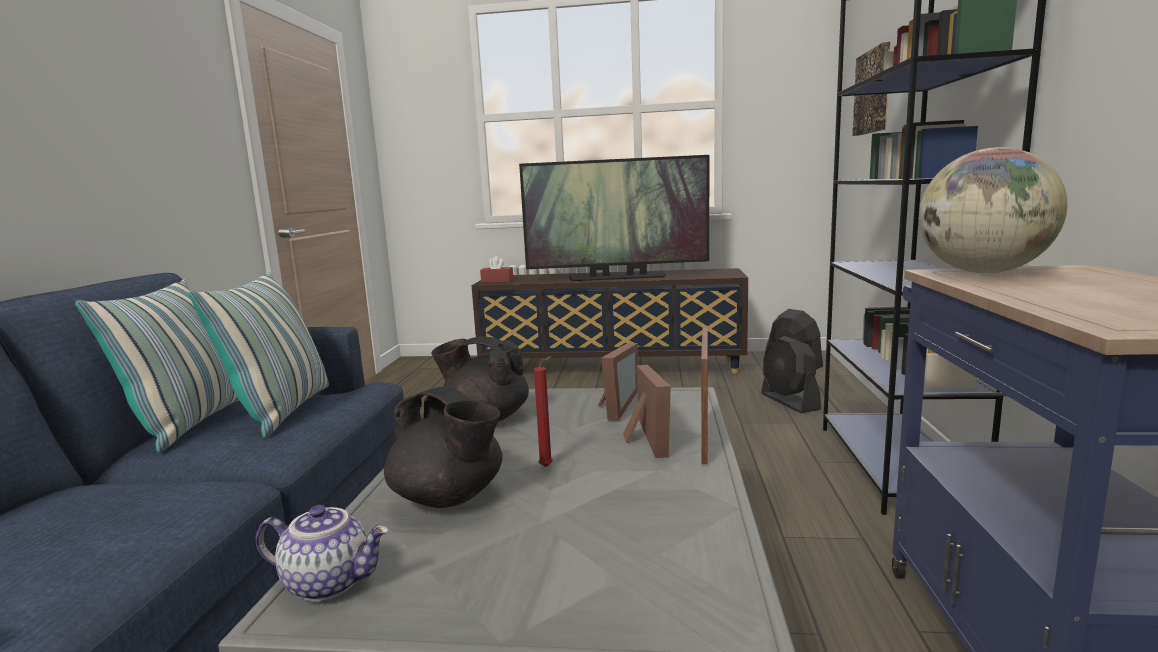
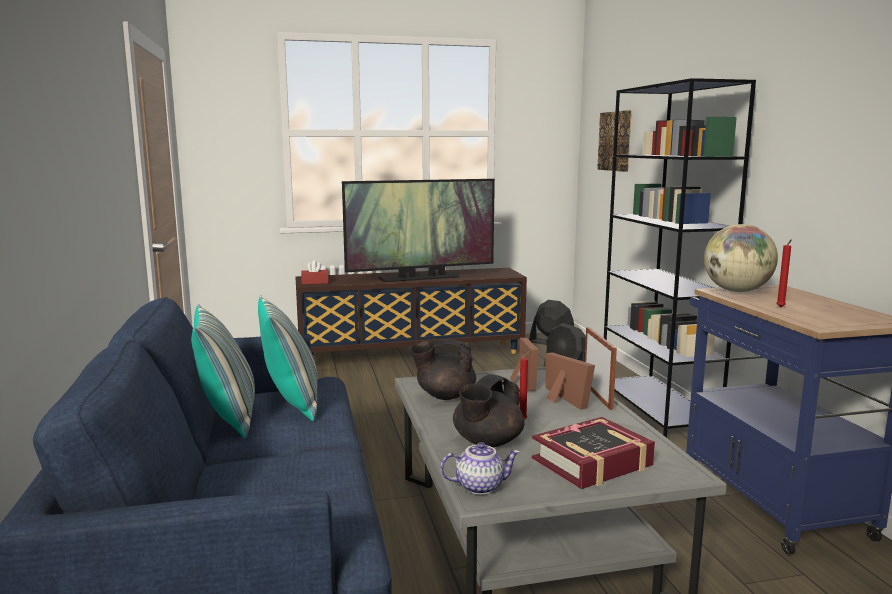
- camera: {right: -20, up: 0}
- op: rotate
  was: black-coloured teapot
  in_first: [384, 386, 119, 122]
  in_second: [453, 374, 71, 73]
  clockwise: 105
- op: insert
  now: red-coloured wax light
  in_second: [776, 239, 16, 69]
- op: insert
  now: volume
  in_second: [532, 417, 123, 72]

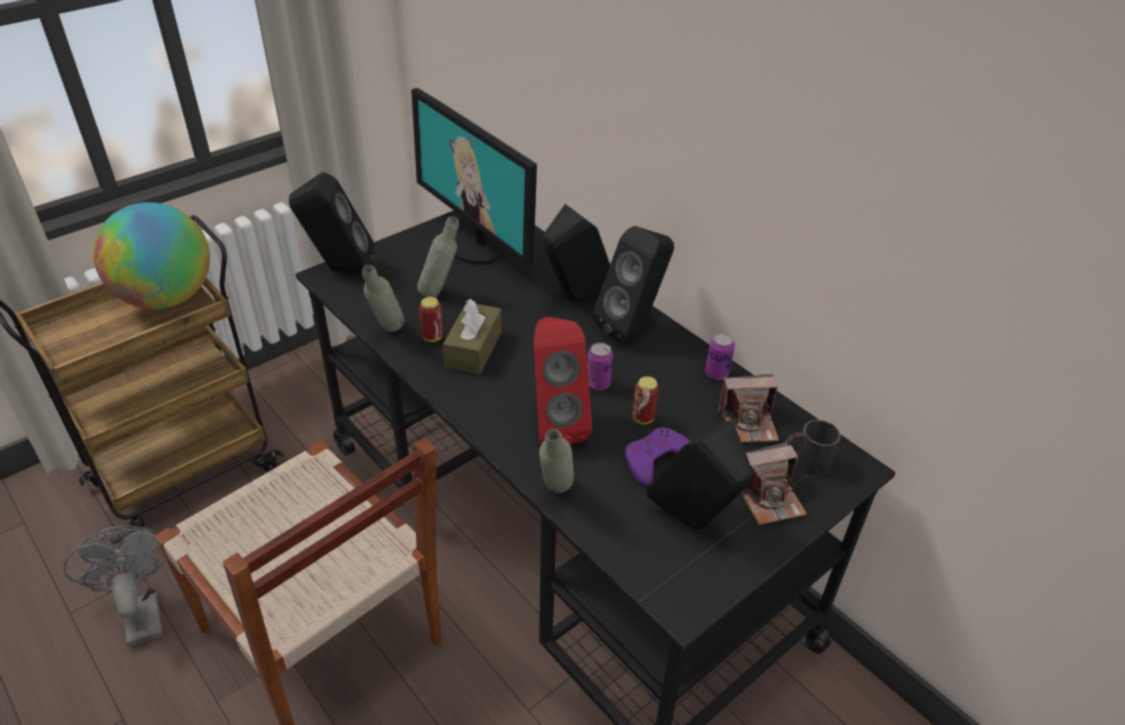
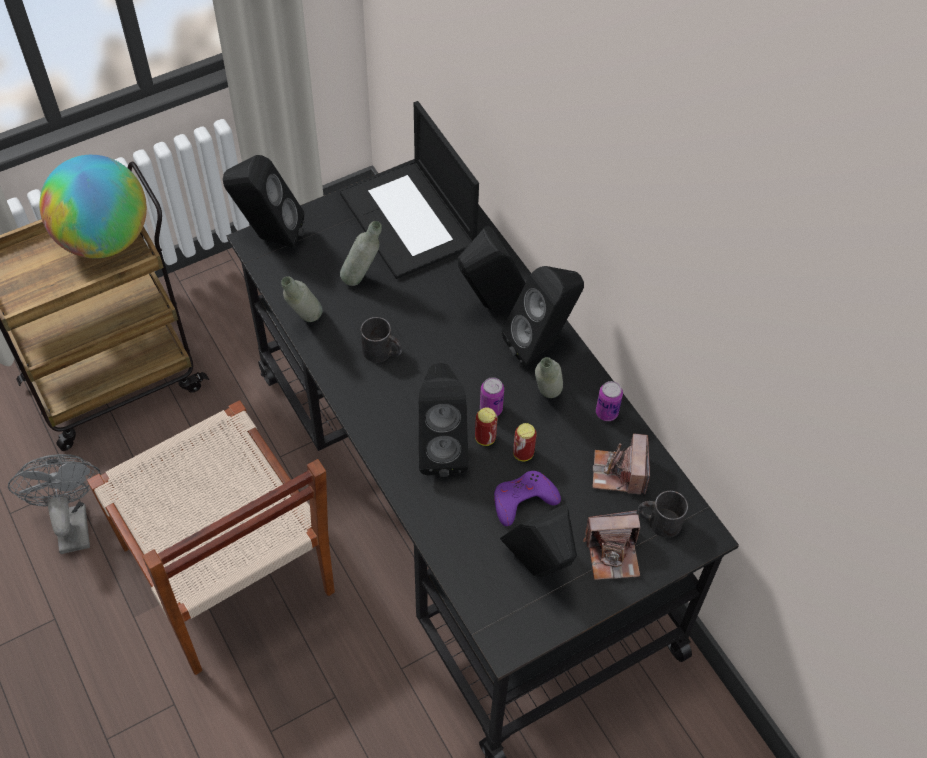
- camera: {right: 10, up: 15}
- op: replace
  was: computer screen
  now: portable computer
  in_first: [411, 88, 126, 178]
  in_second: [340, 101, 139, 178]
- op: move
  was: can
  in_first: [419, 297, 24, 45]
  in_second: [475, 407, 22, 39]
- op: replace
  was: brown box of tissues
  now: black-coloured mug
  in_first: [443, 299, 59, 75]
  in_second: [361, 317, 41, 45]
- op: recolor
  was: red-coloured audio speaker
  now: black-coloured audio speaker
  in_first: [534, 317, 58, 127]
  in_second: [419, 363, 50, 114]
- op: rotate
  was: still camera
  in_first: [717, 374, 62, 69]
  in_second: [593, 434, 57, 61]
  clockwise: 90
- op: move
  was: grey bottle
  in_first: [539, 429, 35, 64]
  in_second: [535, 357, 28, 41]

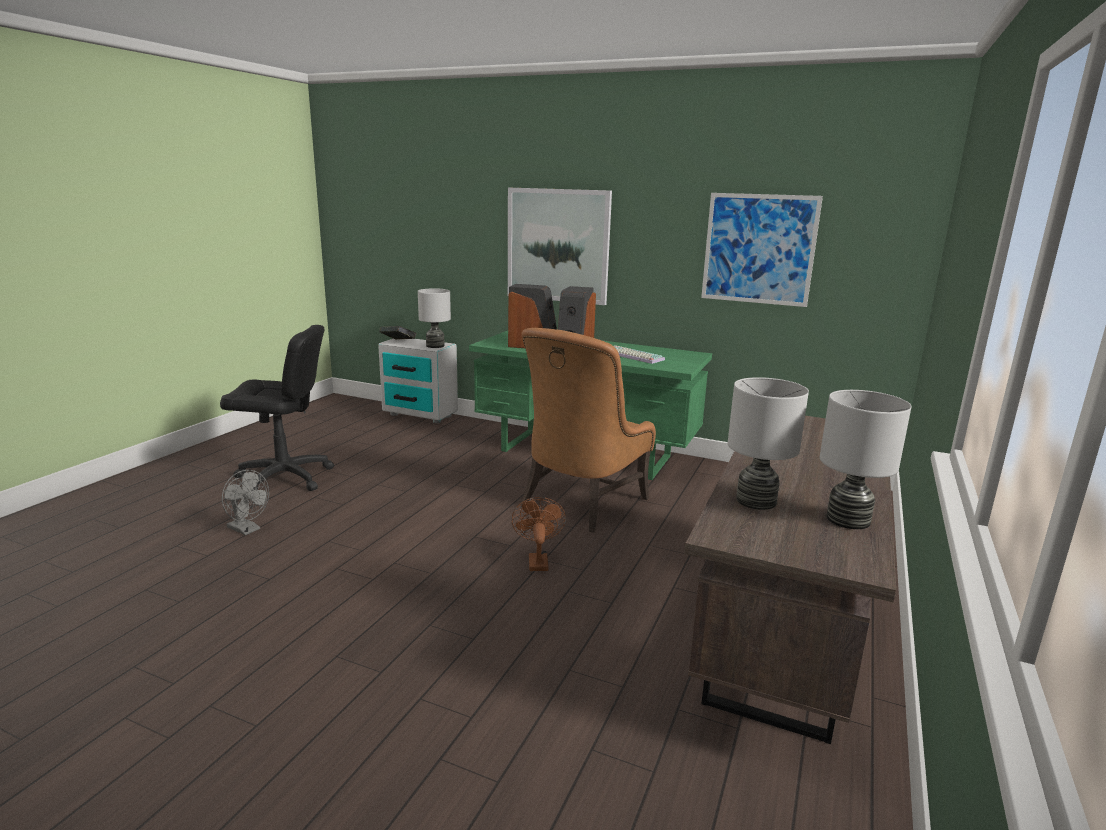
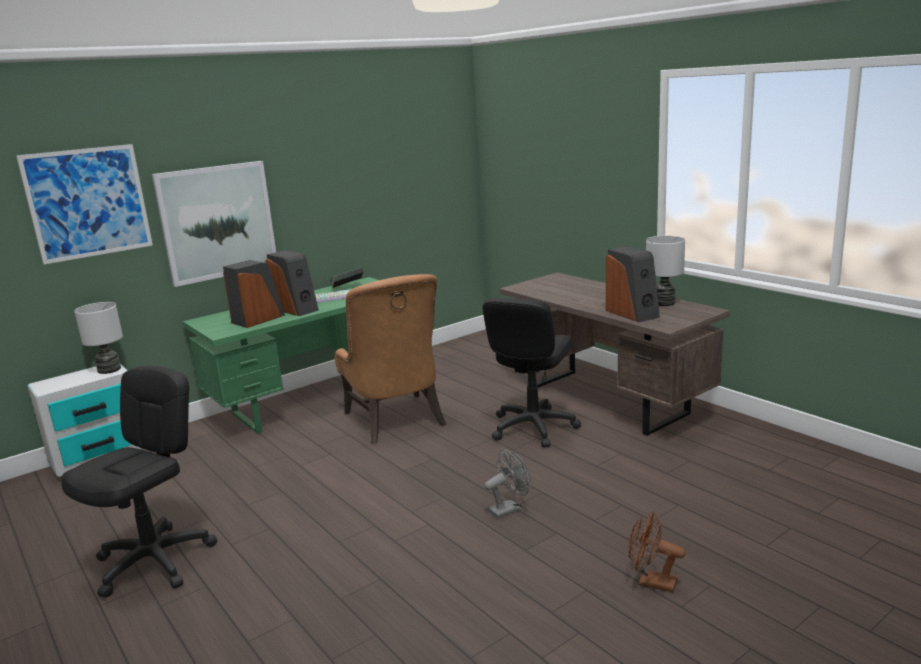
- camera: {right: -60, up: 0}
- op: move
  was: wall picture
  in_first: [701, 193, 122, 114]
  in_second: [16, 144, 137, 120]
- op: move
  was: volume
  in_first: [379, 326, 37, 14]
  in_second: [330, 268, 33, 20]
- op: replace
  was: grey tabletop lamp
  now: audio speaker
  in_first: [728, 377, 81, 133]
  in_second: [606, 246, 54, 76]
- op: move
  was: grey cooling fan
  in_first: [222, 470, 47, 65]
  in_second: [484, 449, 46, 69]
- op: move
  was: brown cooling fan
  in_first: [511, 497, 55, 74]
  in_second: [628, 511, 58, 81]
- op: insert
  now: black-coloured computer chair
  in_second: [482, 298, 99, 150]

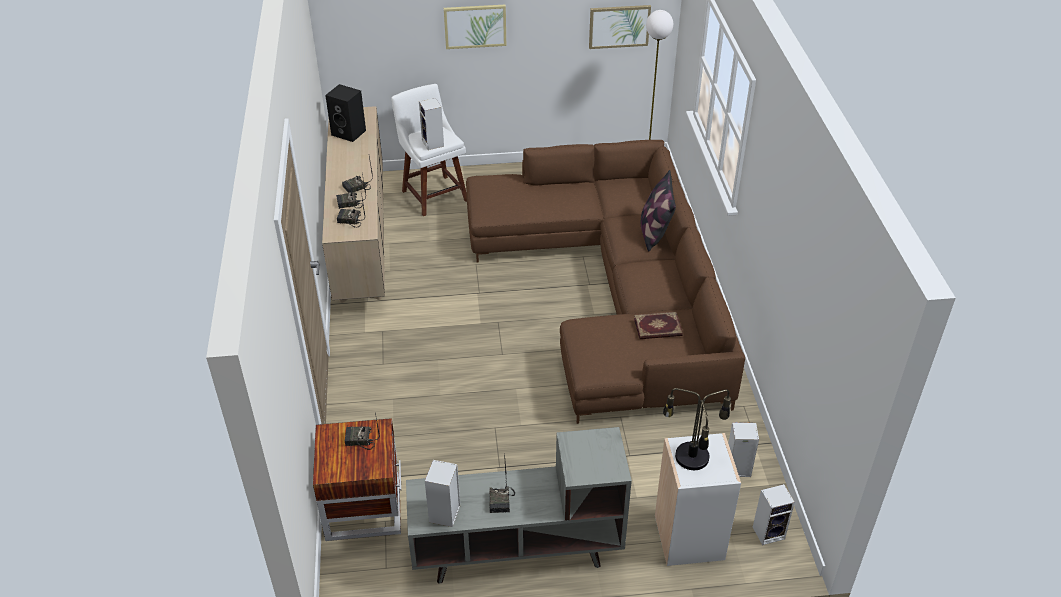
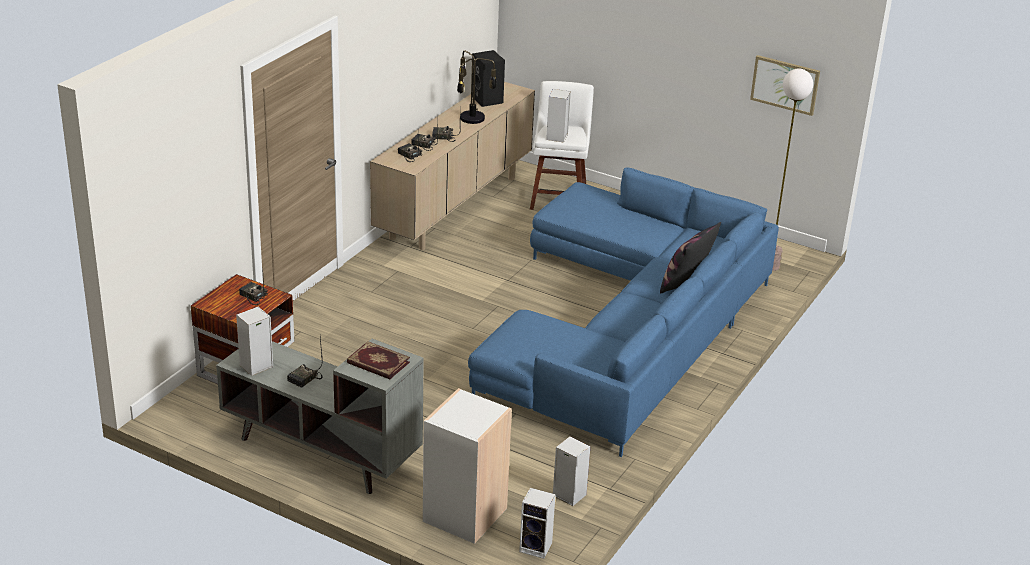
- camera: {right: 35, up: -10}
- op: delete
  was: wall picture
  in_first: [444, 5, 62, 44]
- op: recolor
  was: brown settee
  now: blue-coloured settee
  in_first: [466, 140, 279, 284]
  in_second: [468, 167, 311, 290]
- op: move
  was: volume
  in_first: [634, 312, 49, 27]
  in_second: [347, 341, 63, 38]
- op: move
  was: tabletop lamp
  in_first: [663, 388, 68, 82]
  in_second: [457, 50, 39, 74]

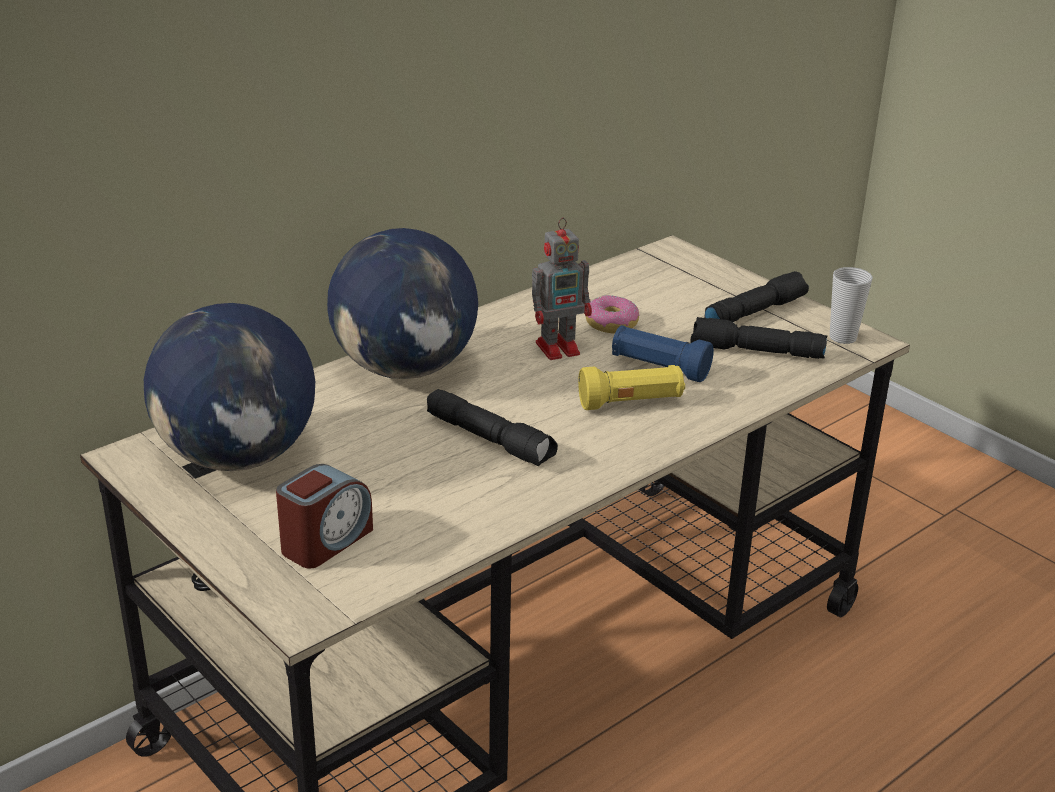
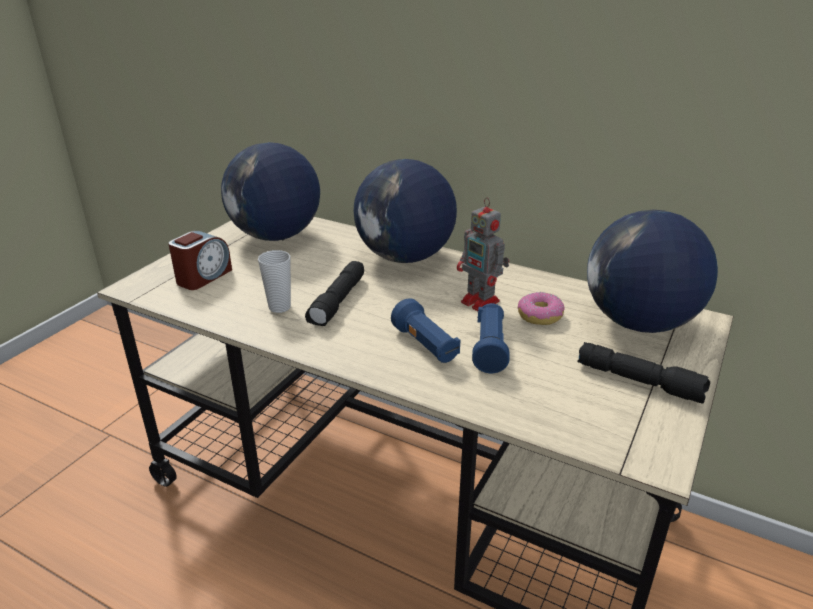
- camera: {right: 70, up: 0}
- op: move
  was: cup
  in_first: [830, 267, 43, 77]
  in_second: [258, 250, 33, 63]
- op: delete
  was: black-coloured flashlight
  in_first: [690, 317, 137, 42]
- op: recolor
  was: yellow-coloured flashlight
  now: blue-coloured flashlight
  in_first: [578, 365, 107, 45]
  in_second: [391, 298, 69, 65]
- op: rotate
  was: table clock
  in_first: [276, 464, 97, 104]
  in_second: [168, 231, 64, 59]
  clockwise: -75
- op: insert
  now: desk globe
  in_second: [587, 210, 131, 123]

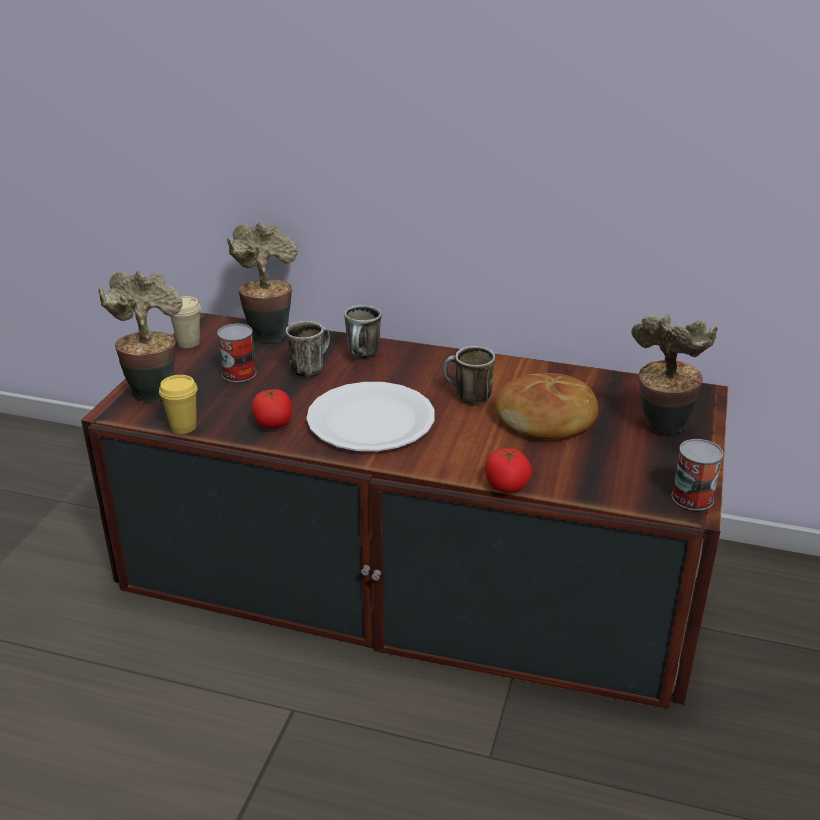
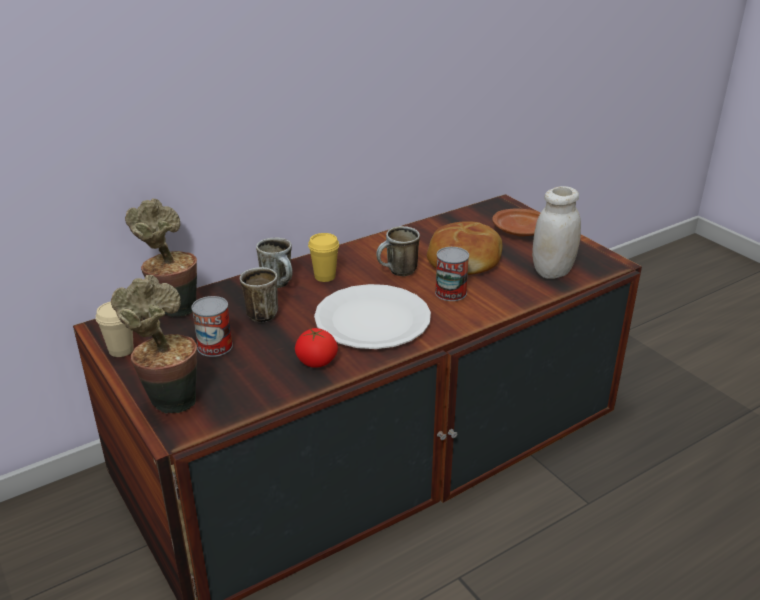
- camera: {right: -50, up: 0}
- op: replace
  was: plant in a pot
  now: brown dinner plate
  in_first: [631, 314, 87, 120]
  in_second: [492, 209, 49, 27]
- op: move
  was: yellow-coloured cup
  in_first: [159, 375, 39, 59]
  in_second: [308, 233, 31, 49]
- op: move
  was: can
  in_first: [672, 439, 51, 72]
  in_second: [435, 247, 34, 54]
- op: delete
  was: tomato
  in_first: [485, 448, 47, 45]
- op: insert
  now: white jar
  in_second: [532, 186, 49, 93]

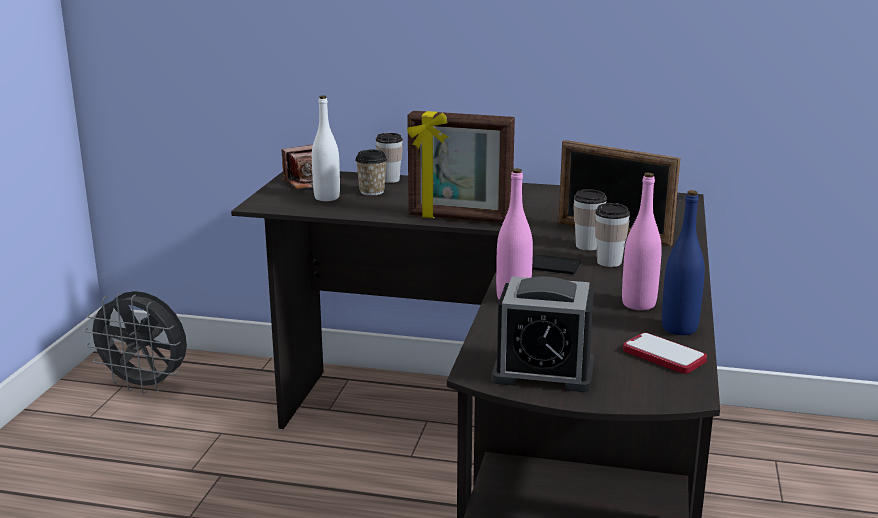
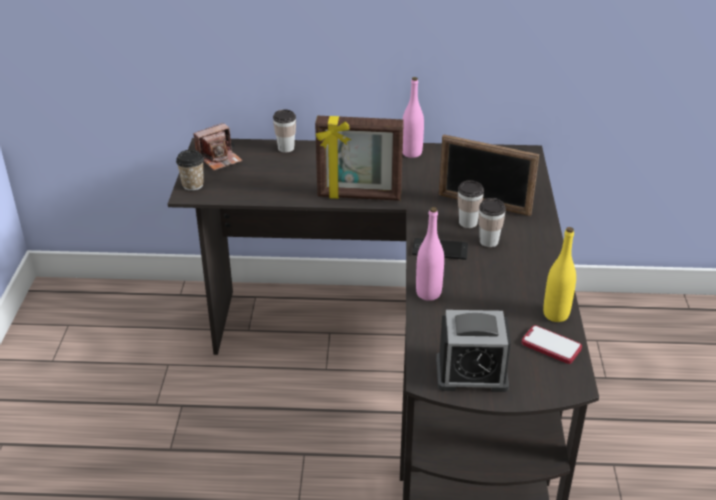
- camera: {right: -10, up: 15}
- op: delete
  was: white bottle
  in_first: [312, 96, 28, 105]
- op: move
  was: cup
  in_first: [355, 150, 32, 46]
  in_second: [176, 150, 28, 41]
- op: move
  was: pink-coloured bottle
  in_first: [622, 172, 40, 138]
  in_second: [403, 77, 21, 81]
- op: recolor
  was: blue-coloured bottle
  now: yellow-coloured bottle
  in_first: [662, 190, 43, 145]
  in_second: [543, 227, 33, 95]
- op: delete
  was: grey cooling fan
  in_first: [84, 291, 103, 103]

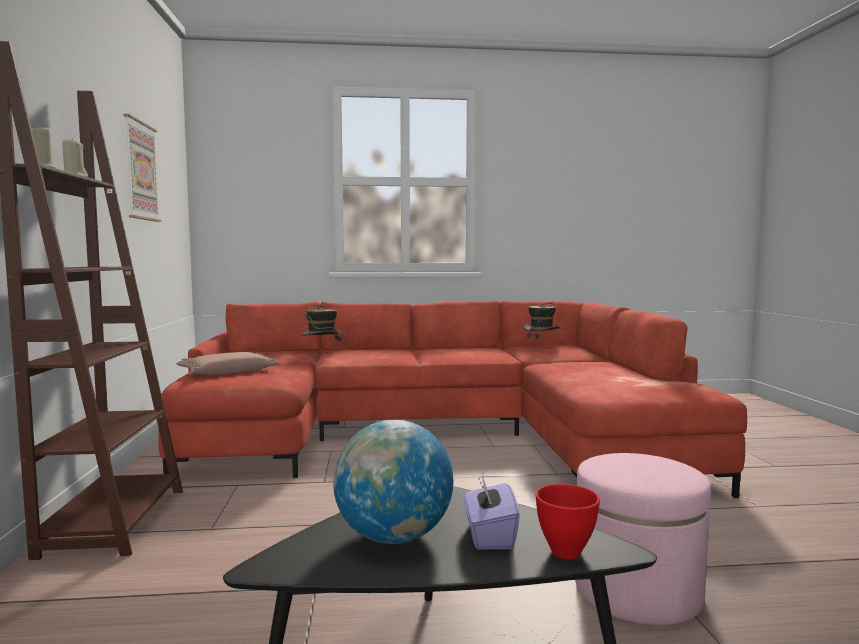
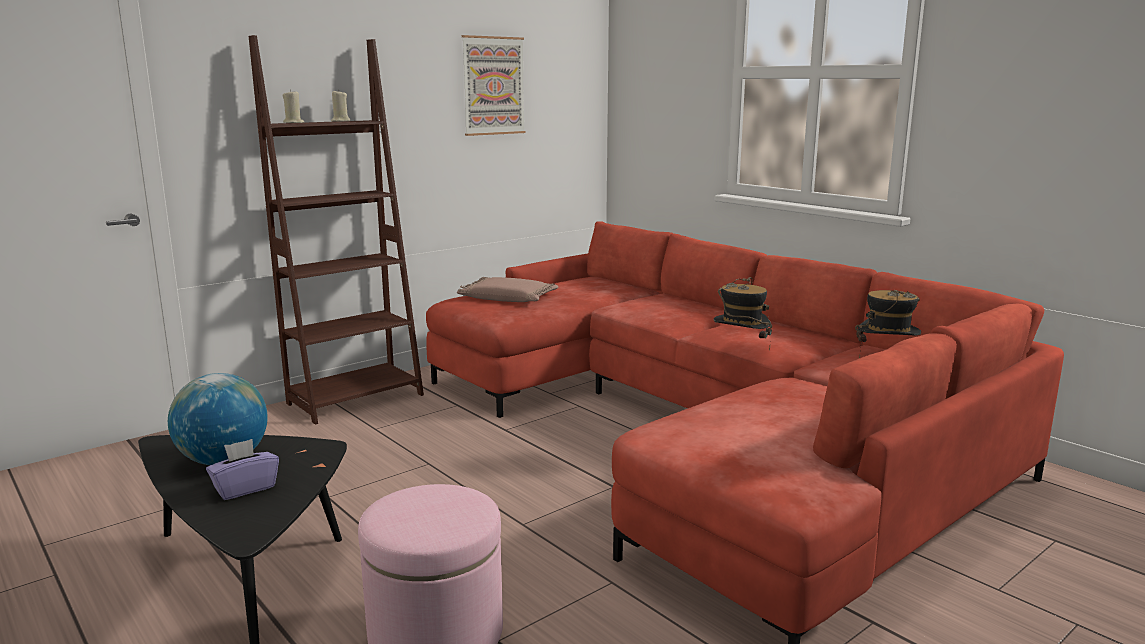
- camera: {right: 55, up: 10}
- op: move
  was: clothing hat
  in_first: [302, 304, 41, 46]
  in_second: [714, 277, 58, 73]
- op: delete
  was: red-coloured serving bowl
  in_first: [535, 484, 65, 75]

